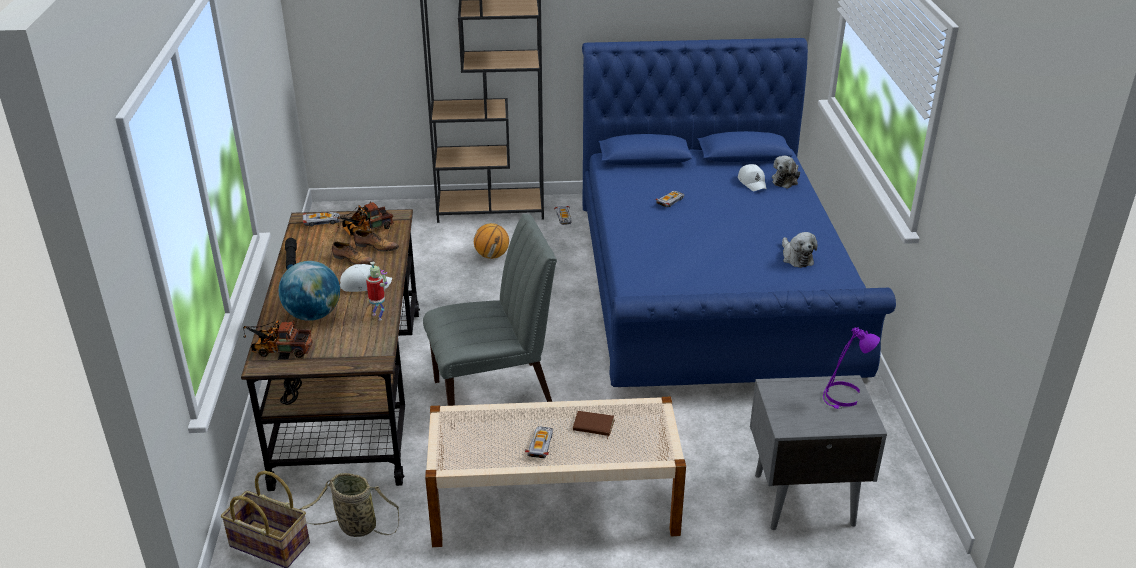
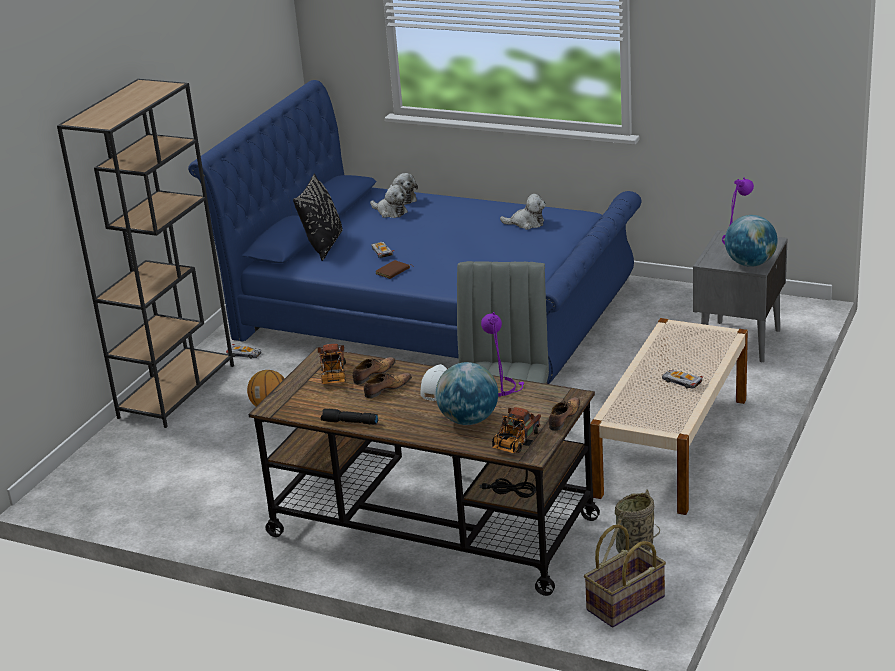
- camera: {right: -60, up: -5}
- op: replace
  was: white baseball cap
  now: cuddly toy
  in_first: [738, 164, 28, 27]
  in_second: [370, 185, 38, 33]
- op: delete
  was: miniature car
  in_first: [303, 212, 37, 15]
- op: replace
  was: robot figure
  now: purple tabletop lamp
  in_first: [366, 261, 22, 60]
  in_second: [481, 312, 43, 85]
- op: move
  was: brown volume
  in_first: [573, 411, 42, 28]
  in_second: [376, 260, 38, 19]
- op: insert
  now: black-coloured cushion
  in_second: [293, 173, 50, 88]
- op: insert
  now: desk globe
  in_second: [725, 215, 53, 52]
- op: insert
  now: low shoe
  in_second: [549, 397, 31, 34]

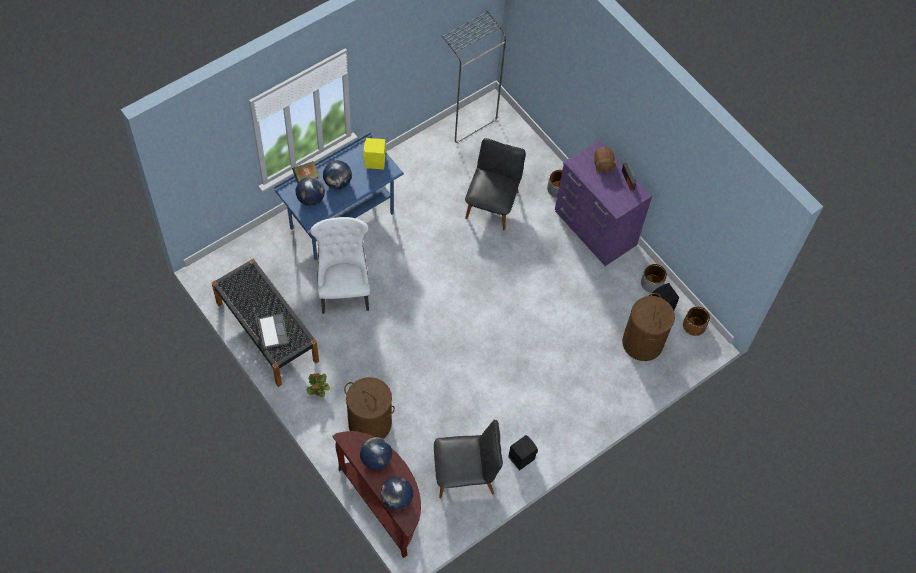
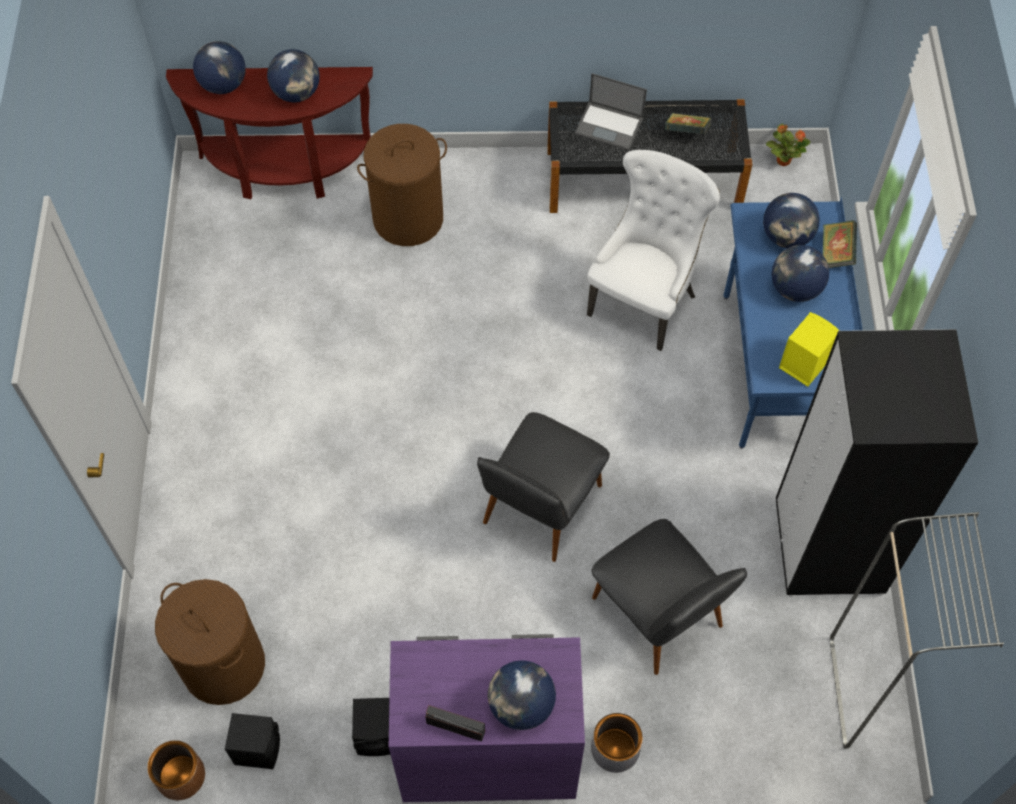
- camera: {right: 130, up: 0}
- op: replace
  was: brown cuddly toy
  now: desk globe
  in_first: [594, 147, 23, 26]
  in_second: [488, 660, 68, 70]
- op: rotate
  was: white chair
  in_first: [310, 217, 60, 97]
  in_second: [587, 150, 133, 201]
  clockwise: -90
- op: delete
  was: grey planter
  in_first: [641, 264, 26, 29]
- op: move
  was: plant in a pot
  in_first: [306, 373, 24, 24]
  in_second: [766, 124, 45, 42]
- op: move
  was: black-coloured chair
  in_first: [434, 419, 69, 80]
  in_second: [477, 412, 133, 150]
- op: move
  was: black-coloured audio speaker
  in_first: [508, 435, 30, 36]
  in_second: [352, 698, 38, 58]
- op: insert
  now: volume
  in_second: [665, 113, 46, 22]
- op: insert
  now: clothes cupboard
  in_second: [776, 329, 202, 268]

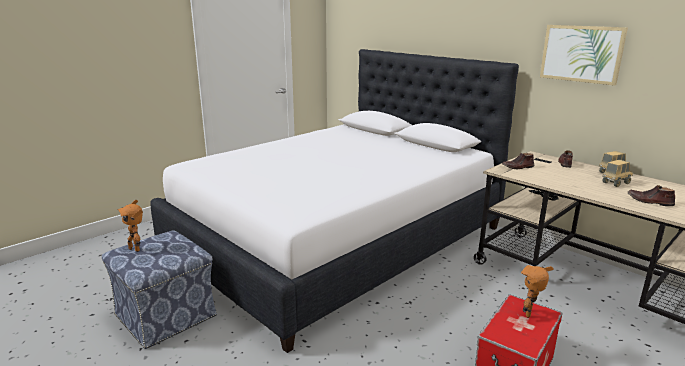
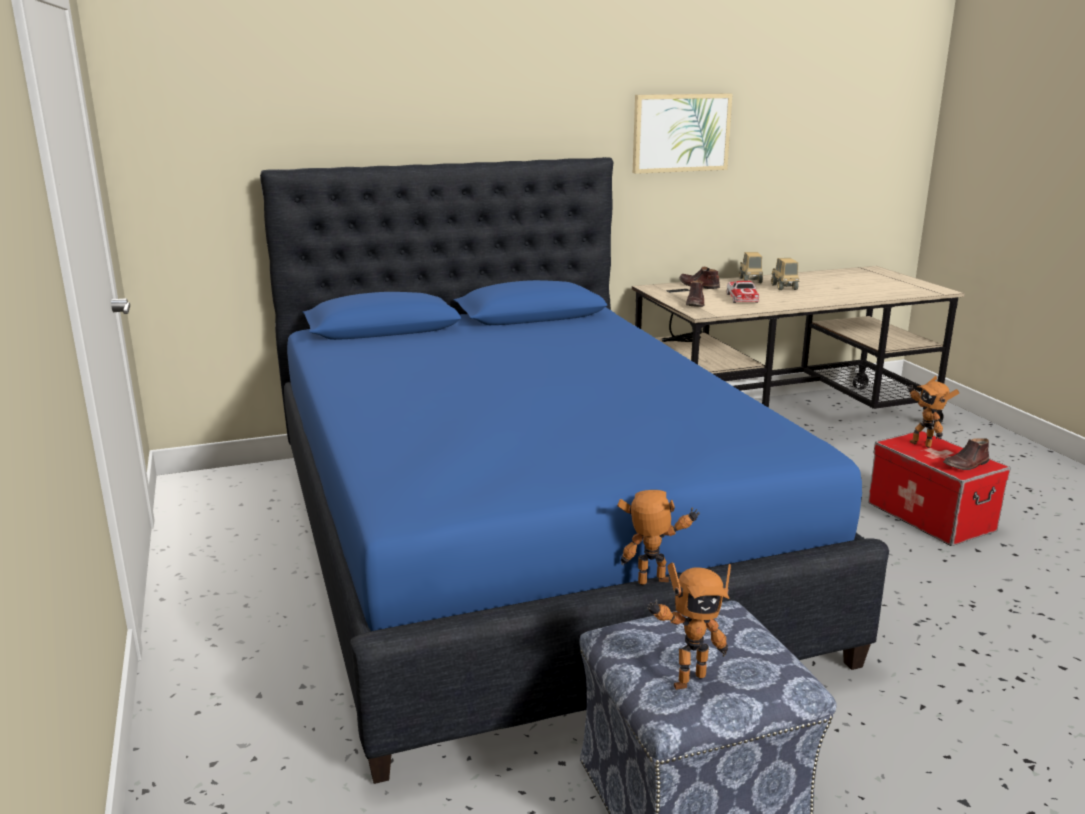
- camera: {right: -65, up: 0}
- op: recolor
  was: white bed
  now: blue-coloured bed
  in_first: [150, 49, 369, 304]
  in_second: [260, 157, 629, 627]
- op: move
  was: brown low shoe
  in_first: [628, 185, 47, 21]
  in_second: [943, 438, 47, 32]
- op: insert
  now: miniature car
  in_second: [727, 281, 33, 22]
- op: insert
  now: robot figure
  in_second: [618, 490, 82, 95]

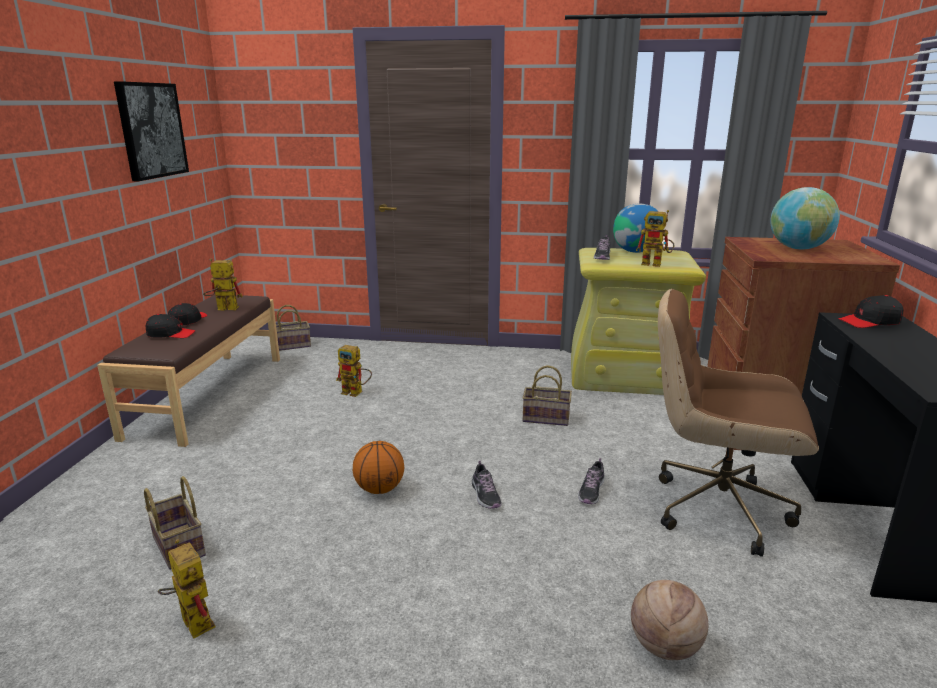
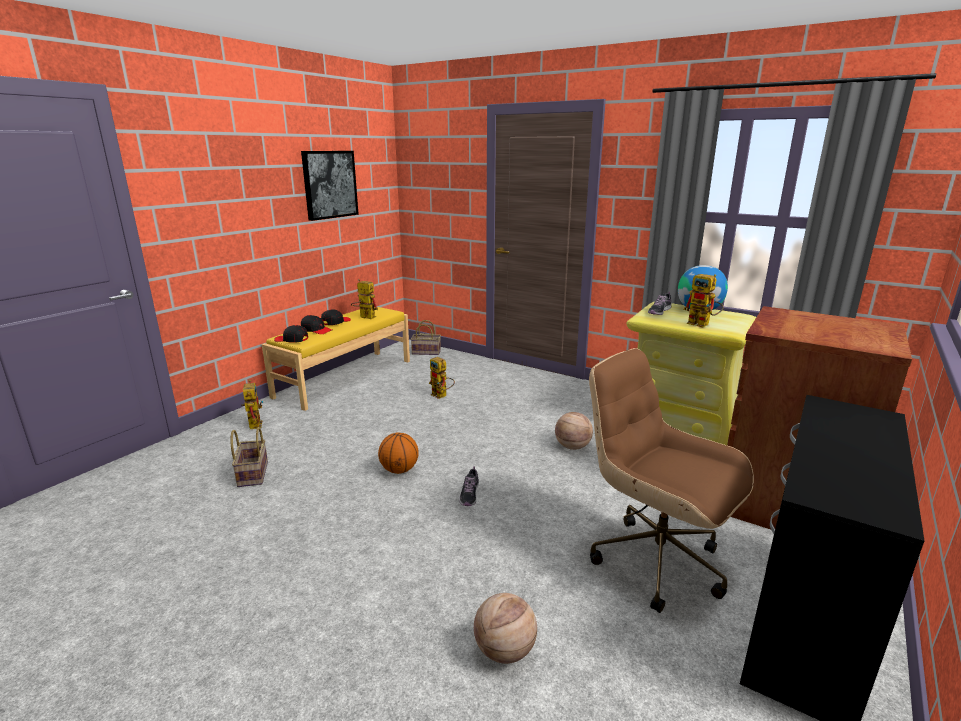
- camera: {right: 25, up: 0}
- op: delete
  was: desk globe
  in_first: [770, 187, 70, 62]
- op: recolor
  was: brown bench
  now: yellow-coloured bench
  in_first: [97, 295, 183, 152]
  in_second: [262, 307, 148, 104]
- op: move
  was: black-coloured baseball cap
  in_first: [838, 295, 65, 33]
  in_second: [274, 325, 34, 18]
- op: replace
  was: basket
  now: basketball
  in_first: [523, 365, 49, 61]
  in_second: [555, 412, 38, 38]
- op: delete
  was: low shoe
  in_first: [578, 458, 26, 46]
- op: move
  was: robot figure
  in_first: [158, 539, 58, 100]
  in_second: [241, 380, 22, 49]

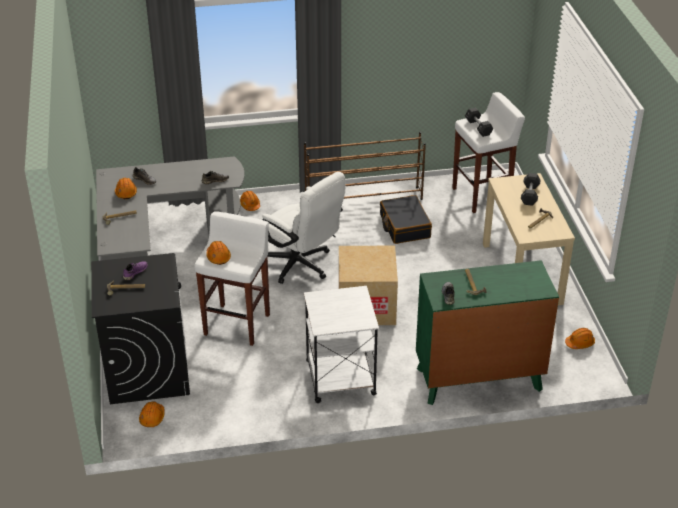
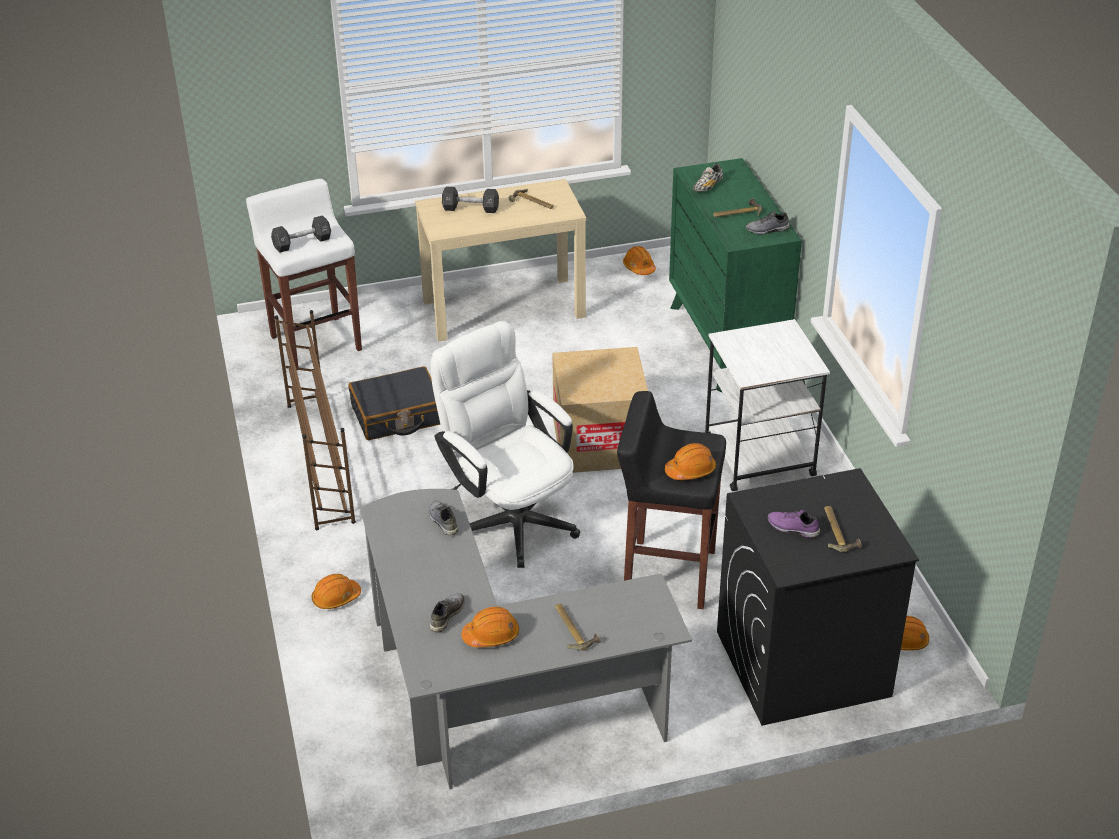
- camera: {right: -95, up: 0}
- op: rotate
  was: white computer chair
  in_first: [262, 172, 84, 112]
  in_second: [431, 321, 149, 247]
  clockwise: -75
- op: recolor
  was: white stool
  now: black-coloured stool
  in_first: [194, 211, 76, 135]
  in_second: [617, 391, 109, 218]
- op: insert
  now: low shoe
  in_second: [692, 164, 31, 28]

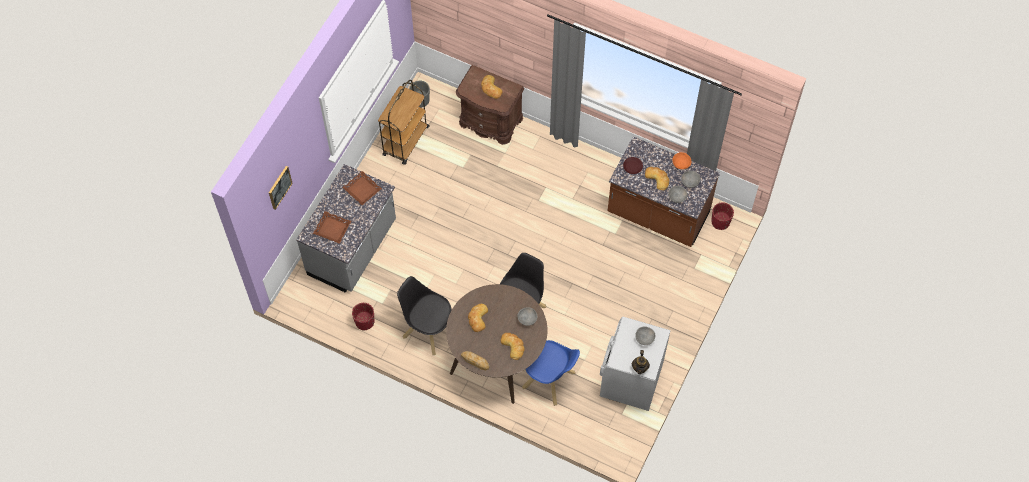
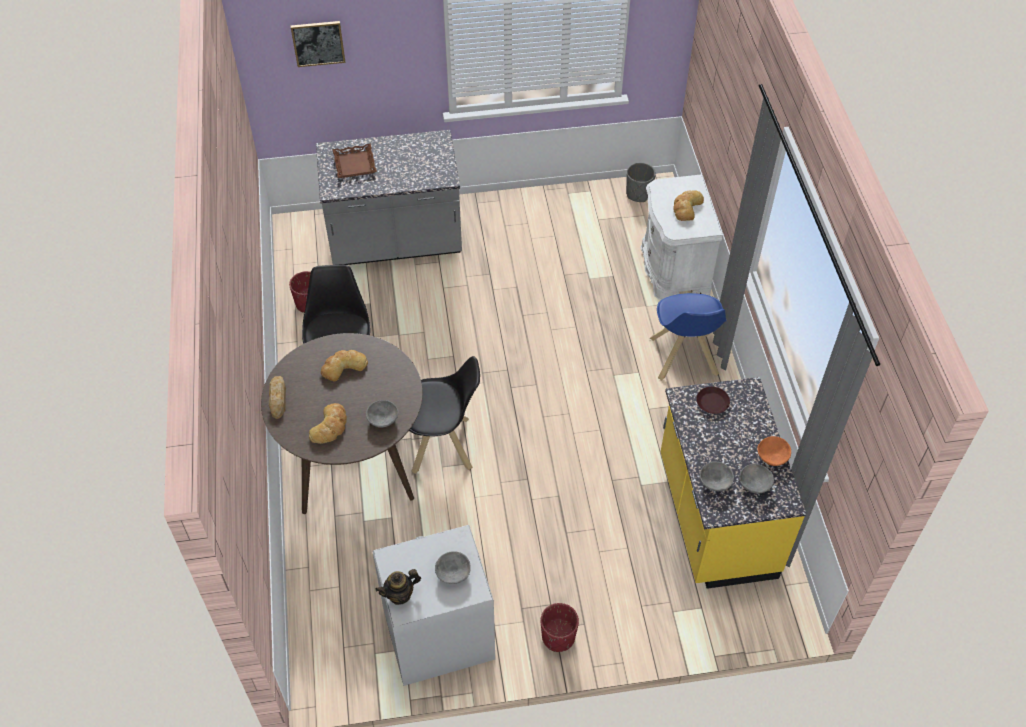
- camera: {right: 55, up: -10}
- op: recolor
  was: brown nightstand
  now: white nightstand
  in_first: [456, 65, 69, 80]
  in_second: [640, 175, 82, 125]
- op: delete
  was: brown wheeled cart
  in_first: [378, 80, 52, 85]
- op: recolor
  was: brown kitchen counter
  now: yellow-coloured kitchen counter
  in_first: [608, 136, 112, 111]
  in_second: [661, 377, 145, 212]
- op: delete
  was: bread
  in_first: [645, 167, 24, 23]
- op: delete
  was: brown tray
  in_first: [342, 171, 40, 34]
- op: move
  was: red-coloured planter
  in_first: [711, 202, 23, 28]
  in_second: [541, 603, 38, 49]
- op: move
  was: blue-coloured chair
  in_first: [522, 340, 58, 66]
  in_second: [650, 293, 77, 87]

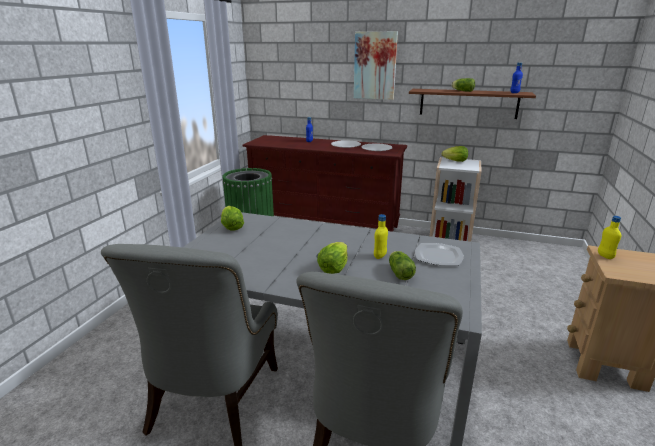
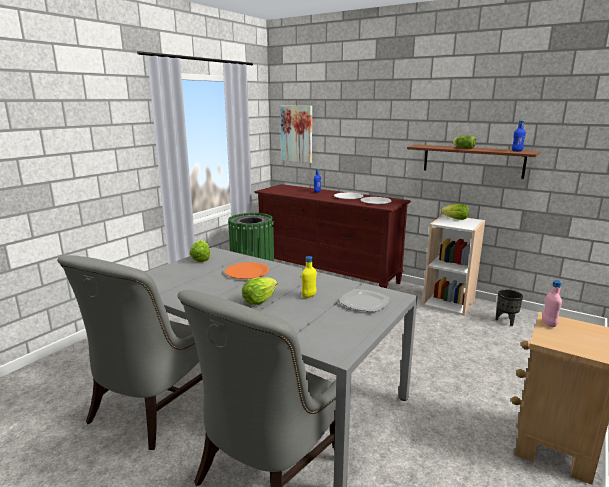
- camera: {right: 15, up: -5}
- op: move
  was: wall picture
  in_first: [354, 32, 44, 68]
  in_second: [280, 106, 32, 57]
- op: recolor
  was: yellow-coloured bottle
  now: pink-coloured bottle
  in_first: [598, 216, 23, 43]
  in_second: [542, 280, 20, 47]
- op: delete
  was: lettuce head
  in_first: [389, 251, 27, 29]
- op: insert
  now: orangey dinner plate
  in_second: [225, 262, 44, 17]
- op: insert
  now: black-coloured planter
  in_second: [496, 289, 27, 37]

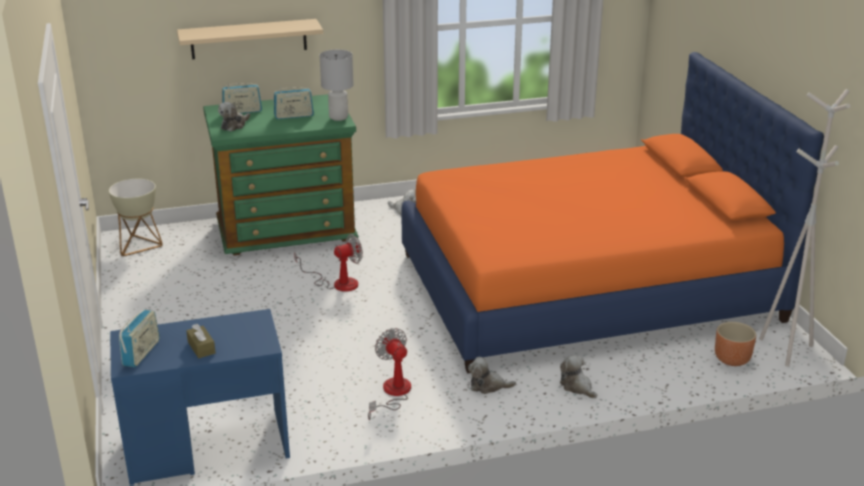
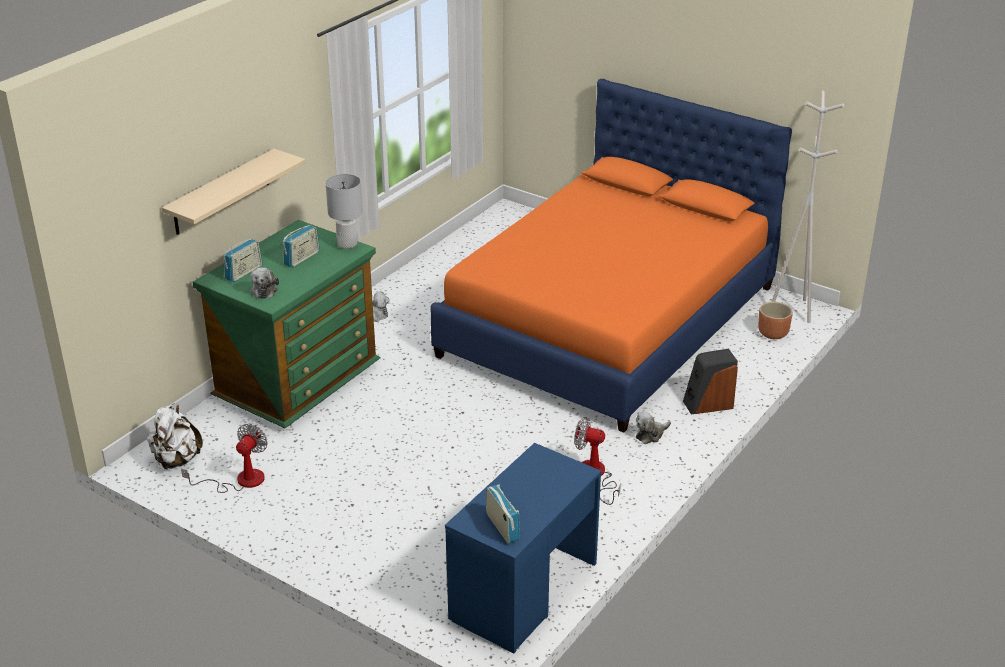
- camera: {right: -40, up: 5}
- op: replace
  was: planter
  now: white rucksack
  in_first: [109, 179, 54, 77]
  in_second: [147, 403, 56, 67]
- op: move
  was: cooling fan
  in_first: [294, 234, 69, 58]
  in_second: [181, 424, 87, 69]
- op: delete
  was: brown box of tissues
  in_first: [186, 324, 30, 34]
- op: replace
  was: cuddly toy
  now: audio speaker
  in_first: [560, 355, 37, 44]
  in_second: [683, 349, 55, 65]

